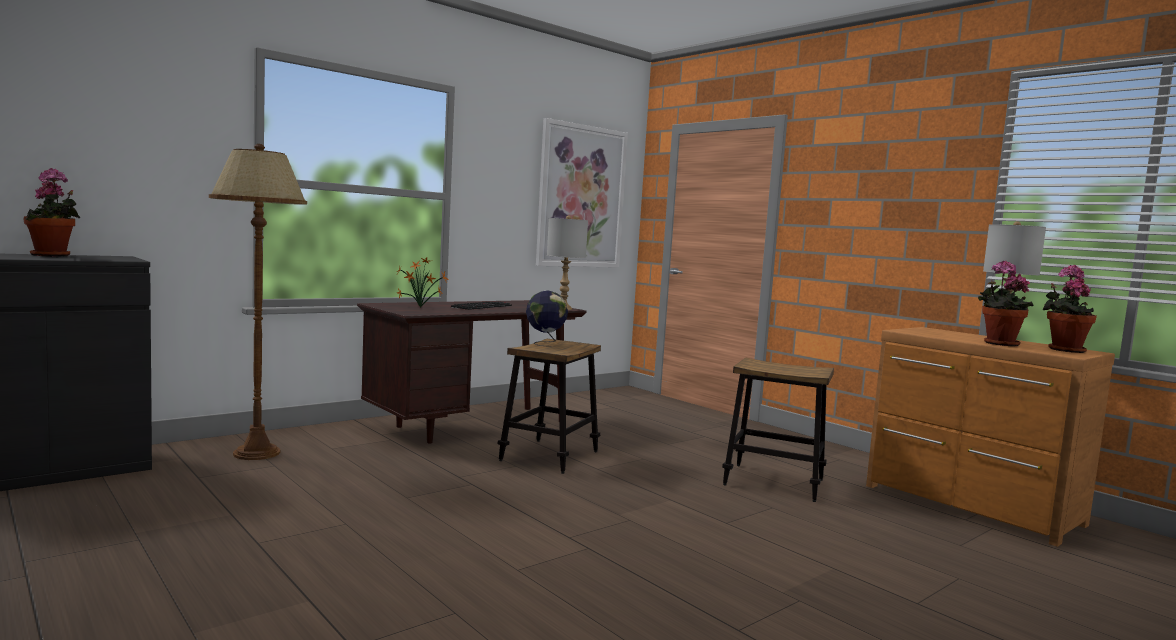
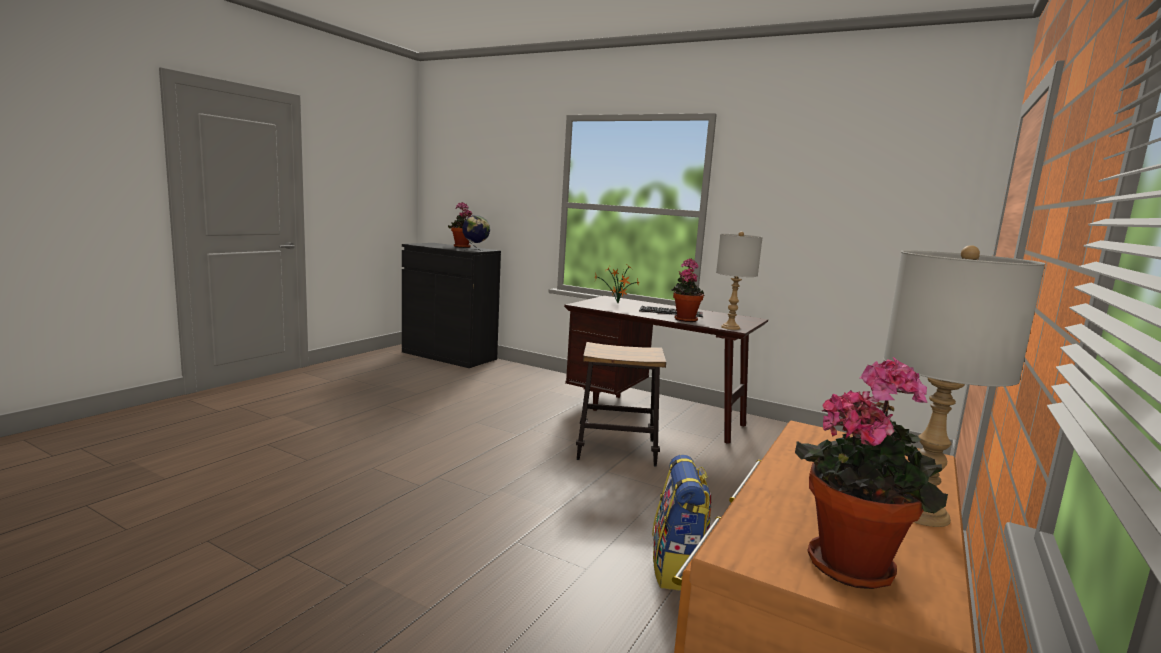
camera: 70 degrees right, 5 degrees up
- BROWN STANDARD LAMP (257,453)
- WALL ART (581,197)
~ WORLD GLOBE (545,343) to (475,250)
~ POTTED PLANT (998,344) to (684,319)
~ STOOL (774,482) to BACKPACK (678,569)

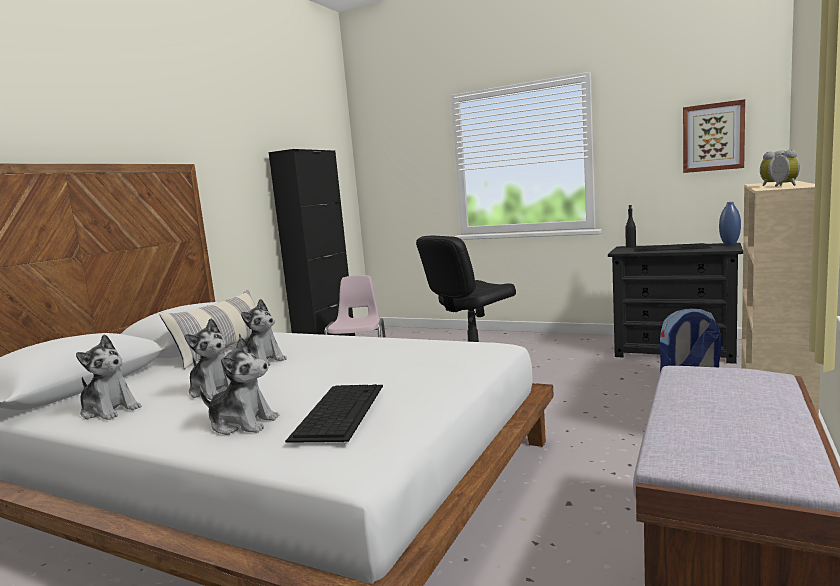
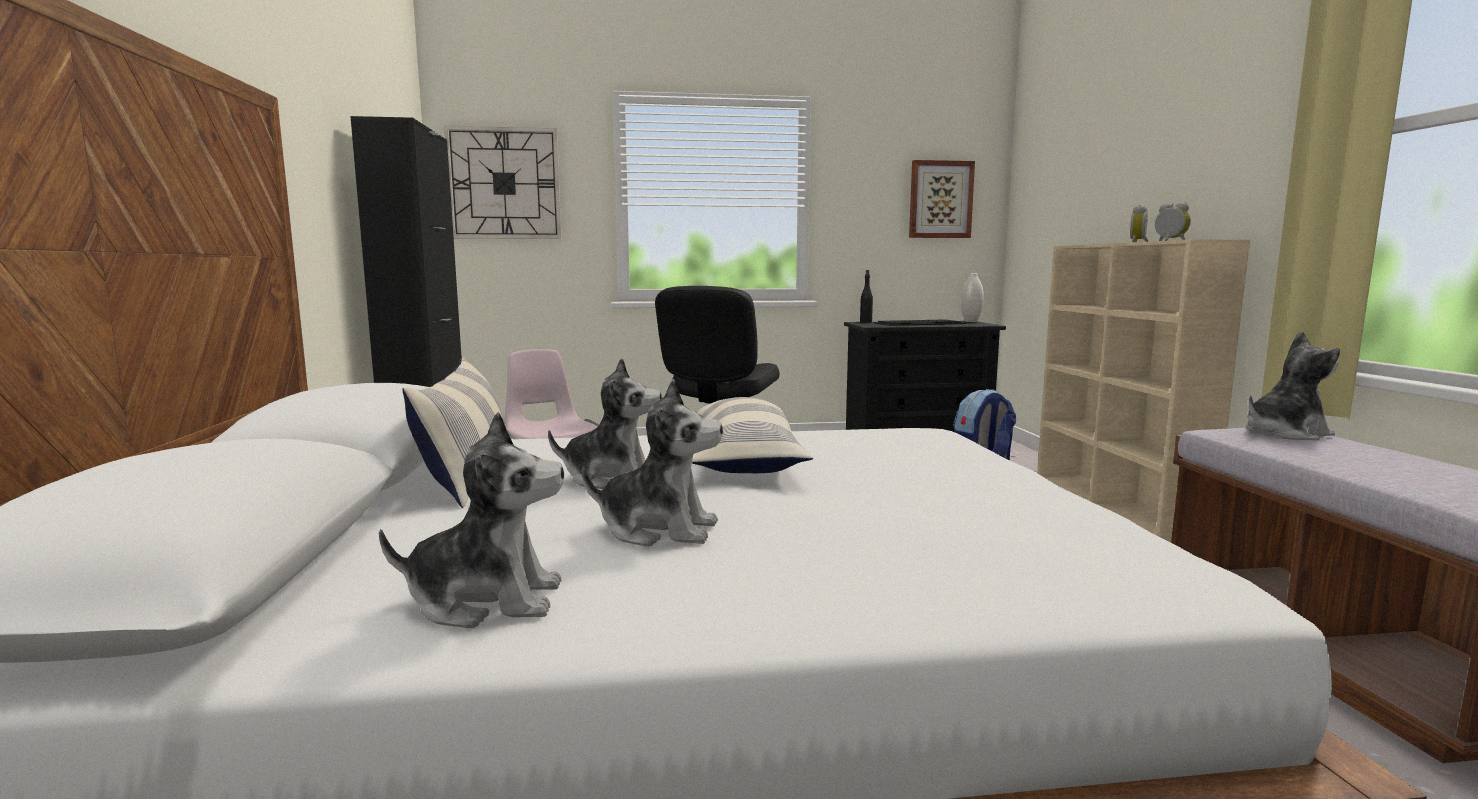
camera: 35 degrees left, 0 degrees up
- COMPUTER KEYBOARD (339,410)
+ WALL CLOCK (504,183)
+ THROW PILLOW (743,457)
~ PLUSH TOY (243,423) to (1285,433)
~ BLUE-COLOURED VASE (729,244) to WHITE-COLOURED VASE (970,321)

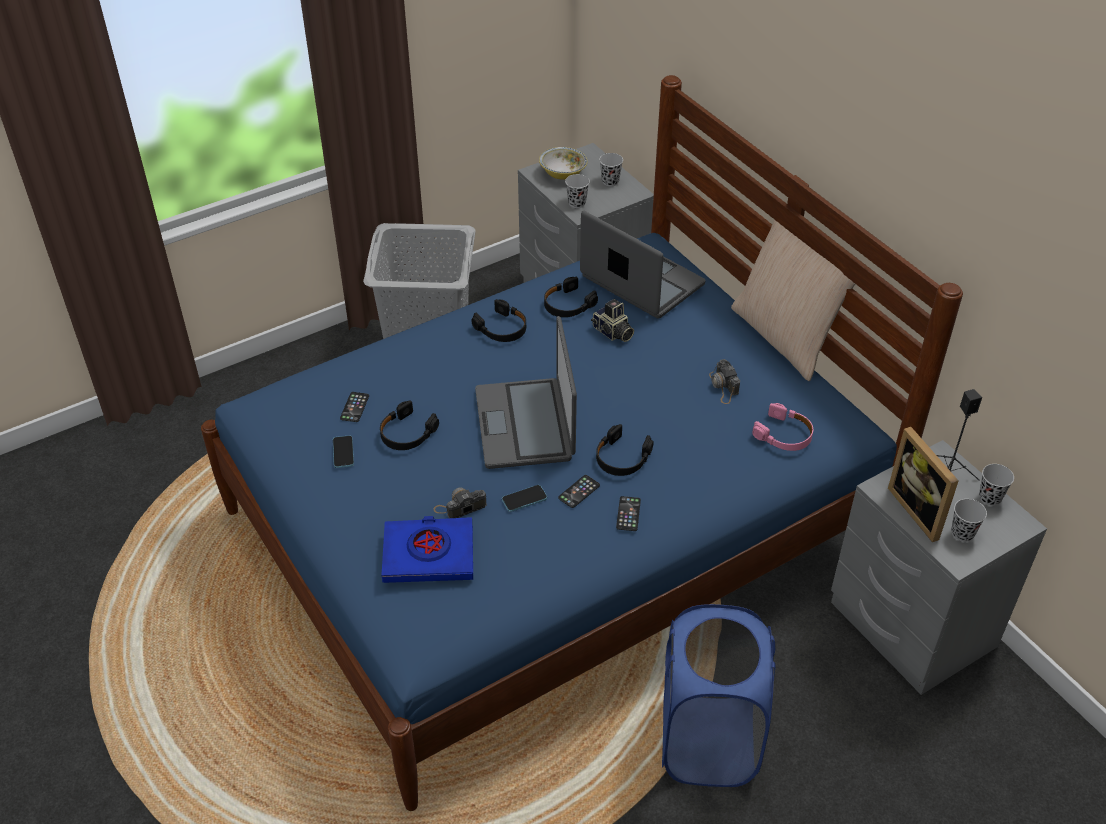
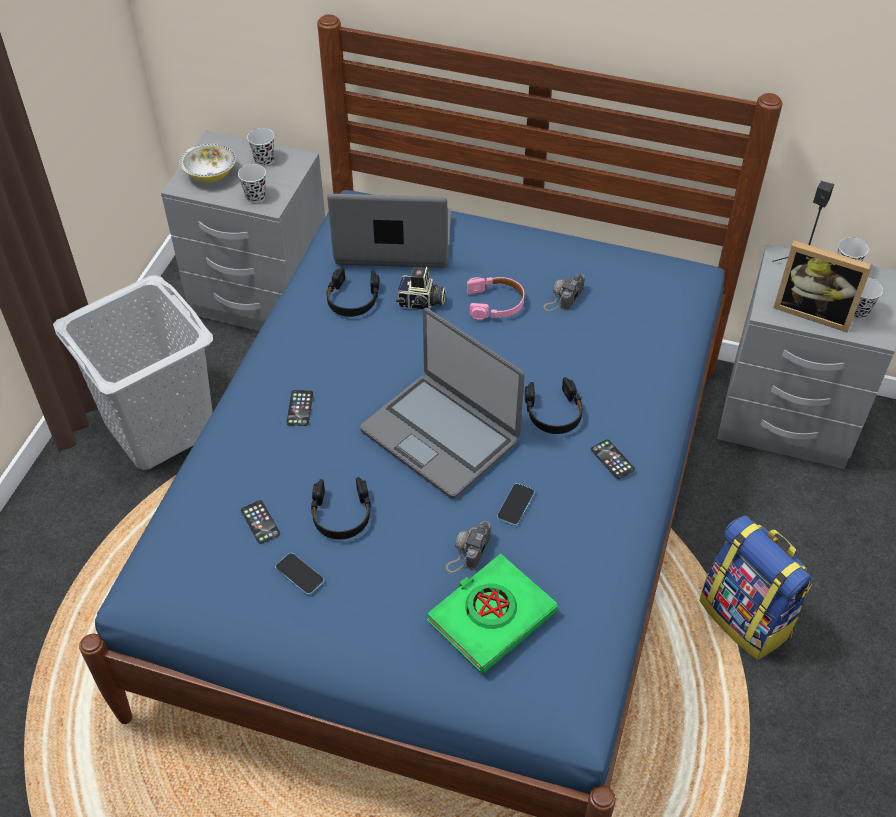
camera: 40 degrees left, 5 degrees up
- BLACK-COLOURED PAIR OF HEADPHONES (502,328)
- SAND-COLOURED THROW PILLOW (786,336)
~ TELEPHONE (579,491) to (300,408)
~ PINK-COLOURED PAIR OF HEADPHONES (784,435) to (495,303)
~ BLUE-COLOURED HAMPER (708,742) to BACKPACK (746,618)
~ BLUE-COLOURED VOLUME (429,555) to GREENISH VOLUME (491,616)
~ STILL CAMERA (723,386) = (563,297) 90 degrees clockwise

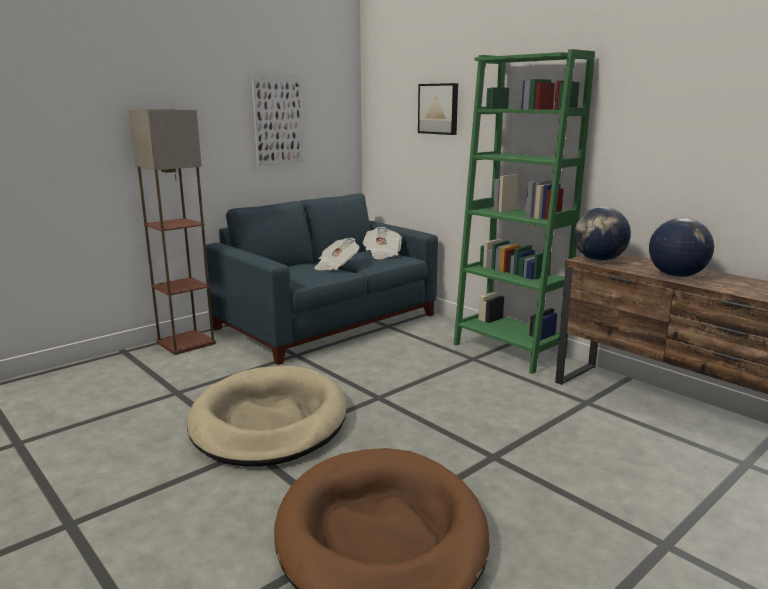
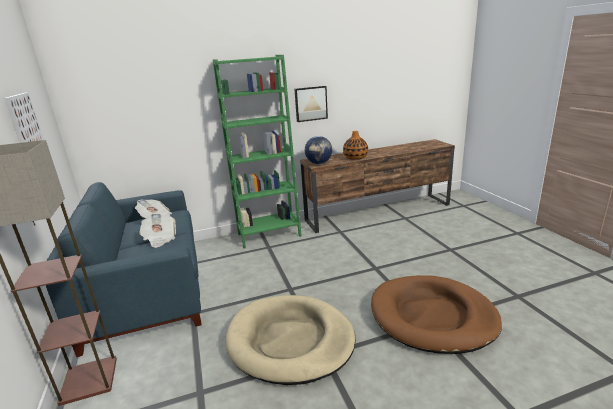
camera: 65 degrees left, 5 degrees up
~ WALL ART (439,109) to (310,103)
~ WORLD GLOBE (676,275) to VASE (355,157)

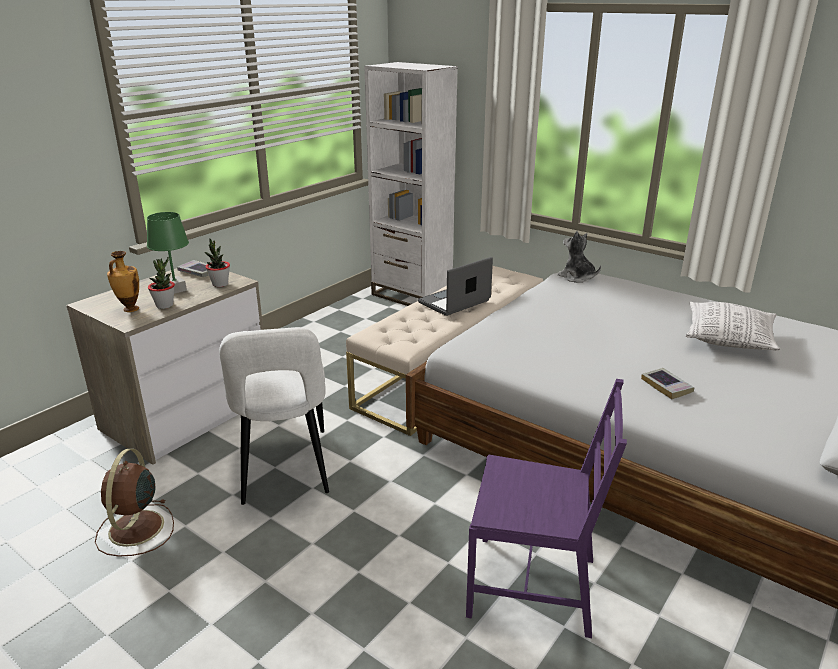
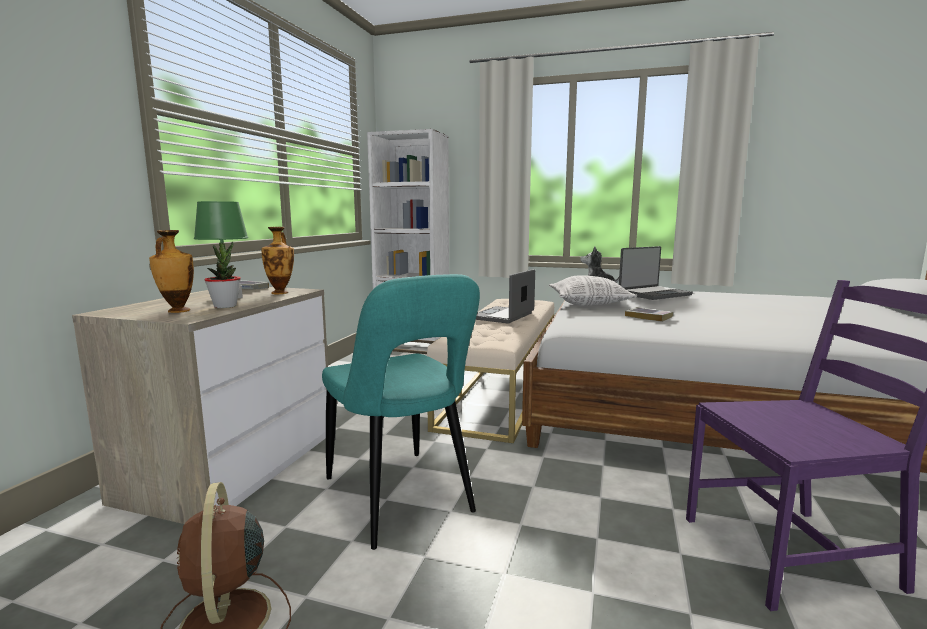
camera: 20 degrees left, 15 degrees down
+ NOTEBOOK COMPUTER (653,294)
~ VOLUME (666,386) to (648,317)
~ THROW PILLOW (728,339) to (589,304)
~ POTTED PLANT (220,284) to VASE (280,292)
~ WHITE-COLOURED CHAIR (284,469) to TURQUOISE-COLOURED CHAIR (401,499)

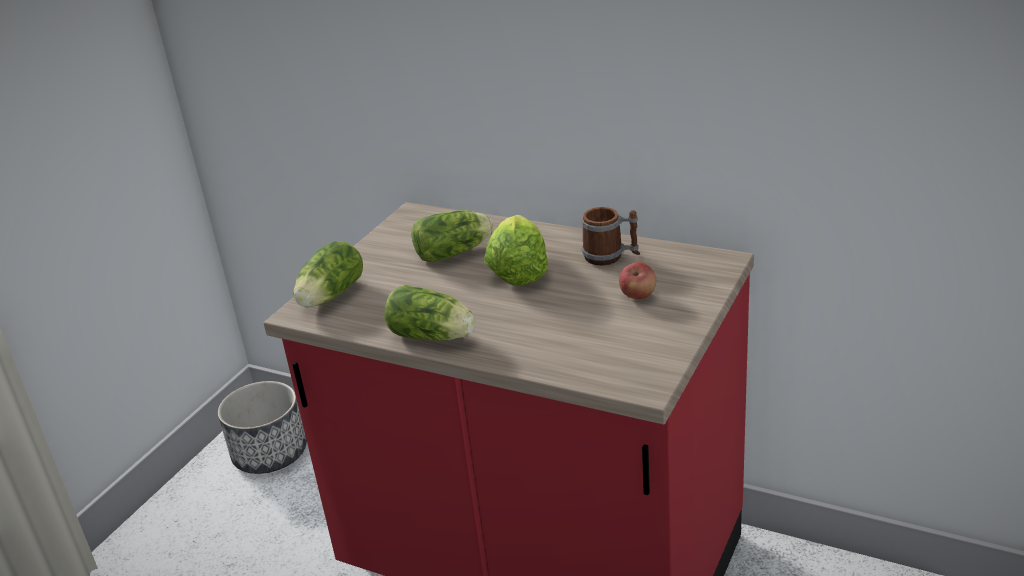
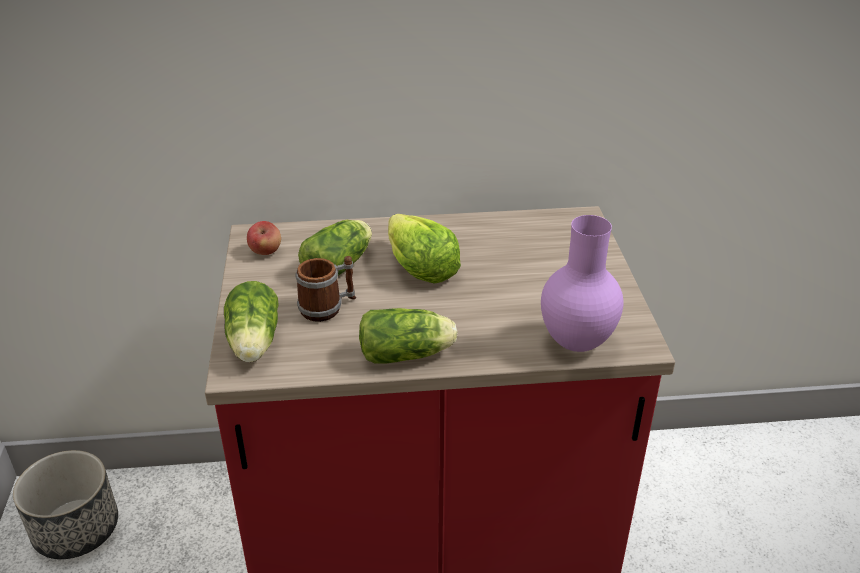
camera: 35 degrees left, 5 degrees up
+ PURPLE-COLOURED VASE (575,342)
~ TEA MUG (611,256) to (328,307)
~ APPLE FRUIT (638,296) to (265,252)

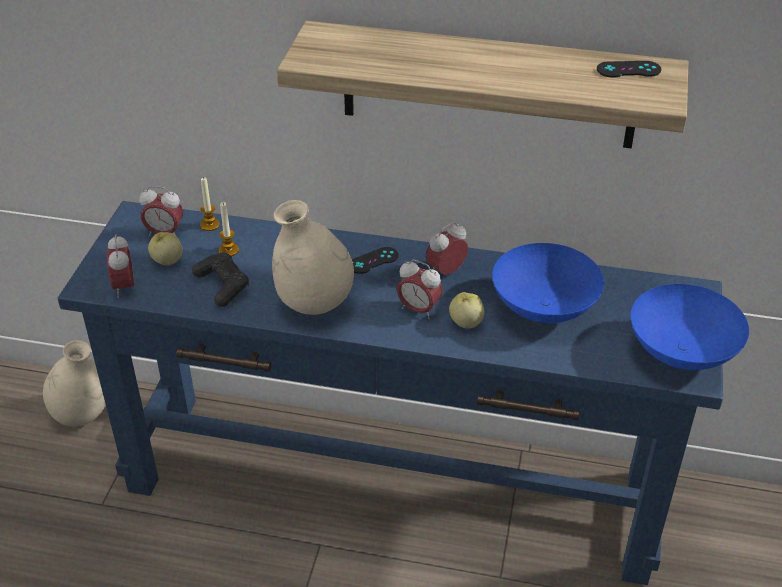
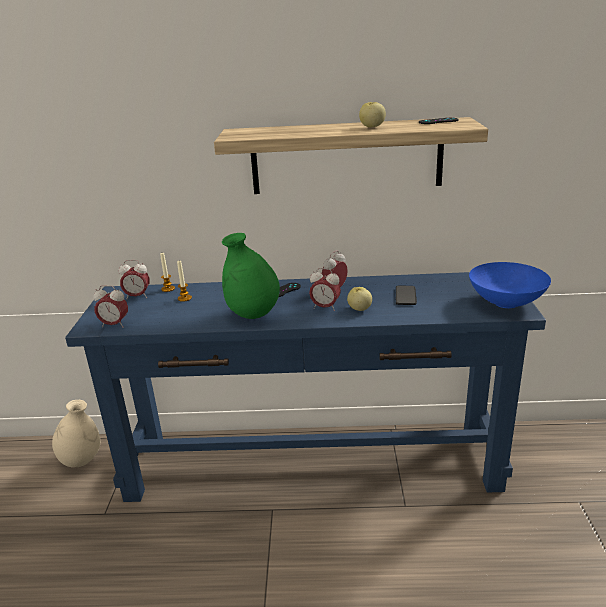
camera: 10 degrees left, 15 degrees down
- BLACK-COLOURED GAMEPAD (222,285)
~ APPLE FRUIT (167,261) to (372,127)
~ BLUE-COLOURED DEEP DISH (542,308) to TELEPHONE (405,296)
~ SAND-COLOURED VASE (314,305) to GREENISH VASE (253,315)
~ ALARM CLOCK (124,287) = (114,325) 60 degrees counterclockwise

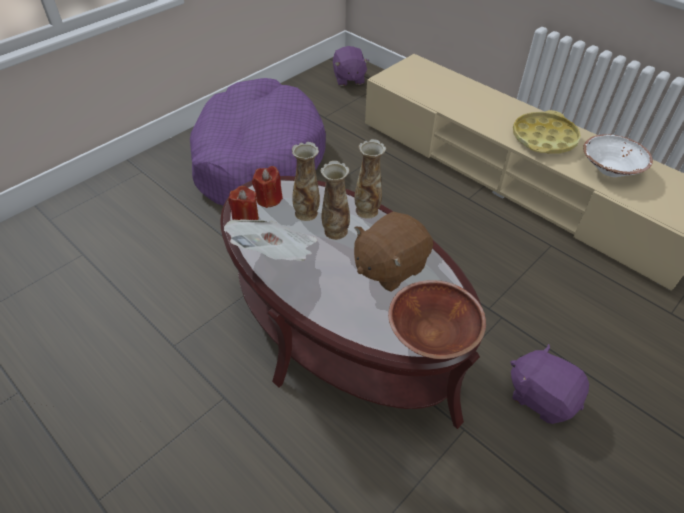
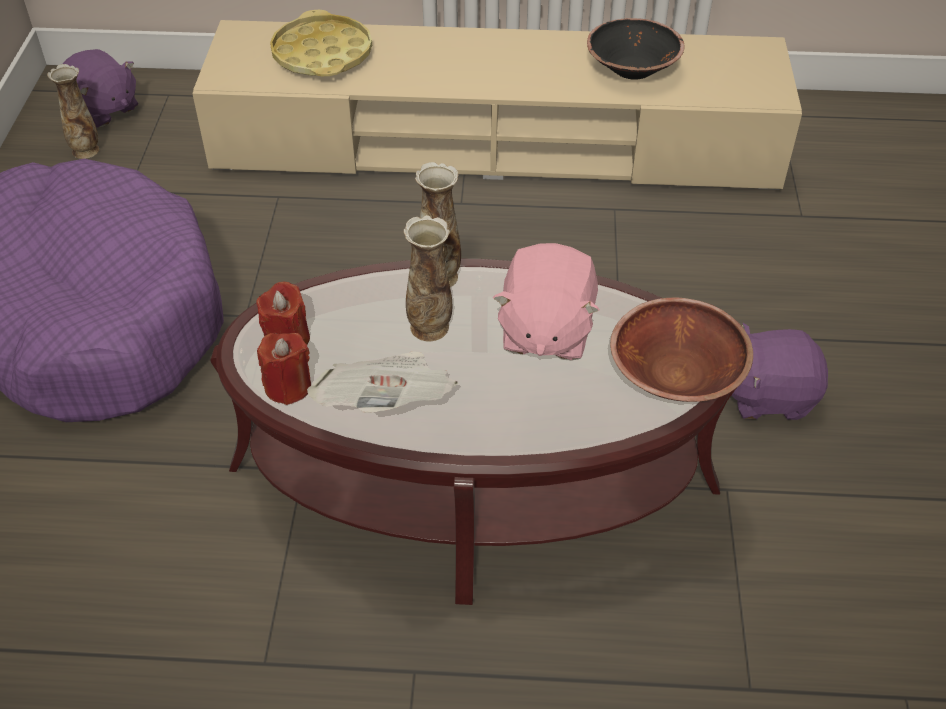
camera: 40 degrees left, 0 degrees up
~ VASE (307,213) to (86,150)
~ YELLOW TRAY (543,138) to (322,54)
~ BROWN PLUSH TOY (389,267) to PINK-COLOURED PLUSH TOY (545,330)
~ WHITE-COLOURED DEEP DISH (610,169) to BLACK-COLOURED DEEP DISH (632,69)

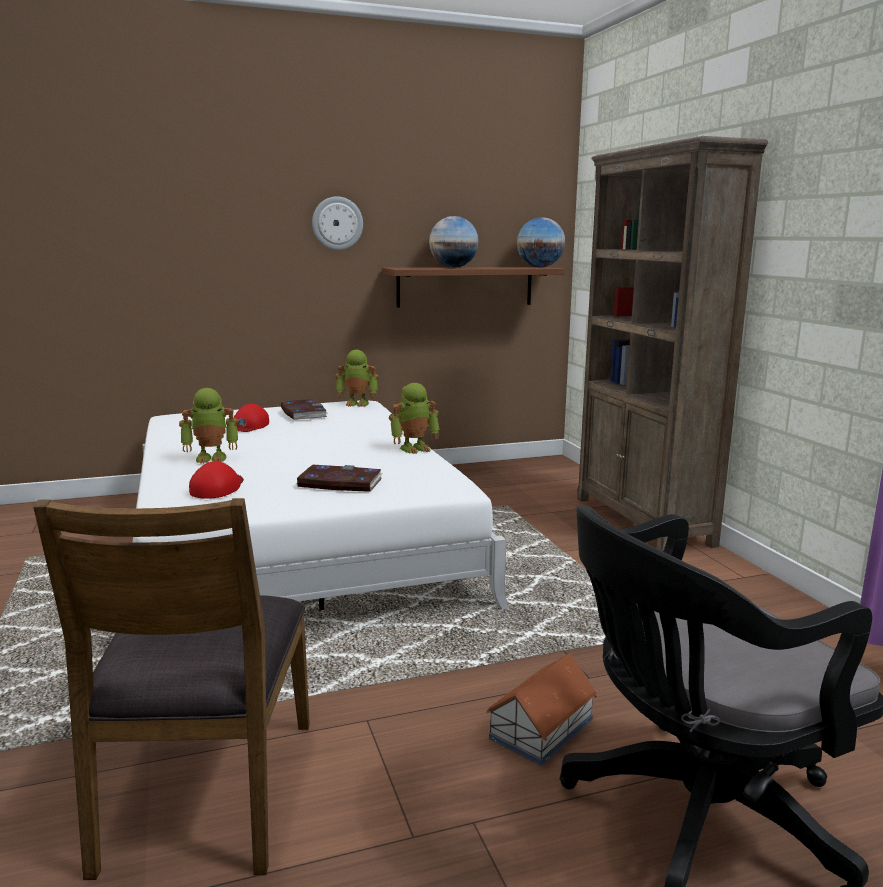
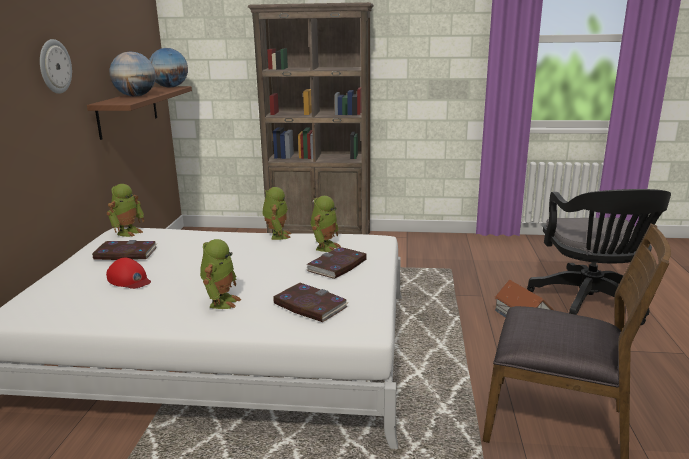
camera: 65 degrees left, 5 degrees up
+ TOY ROBOT (325,247)
~ RED PEAKED CAP (218,488) to VOLUME (309,305)

